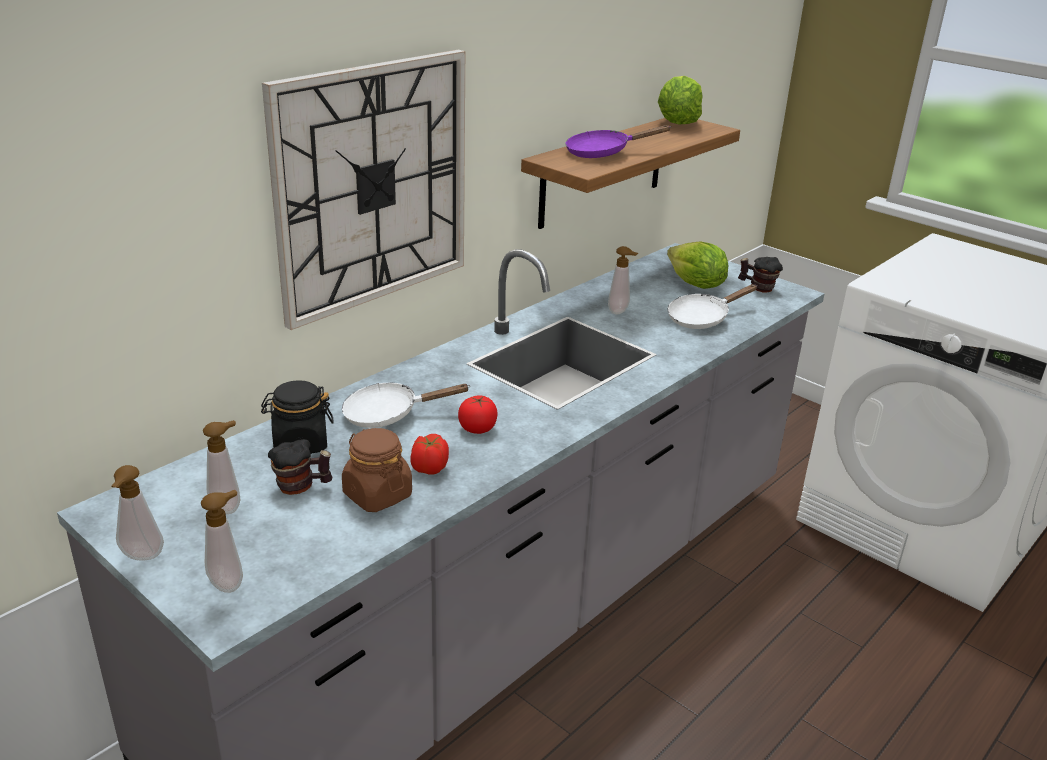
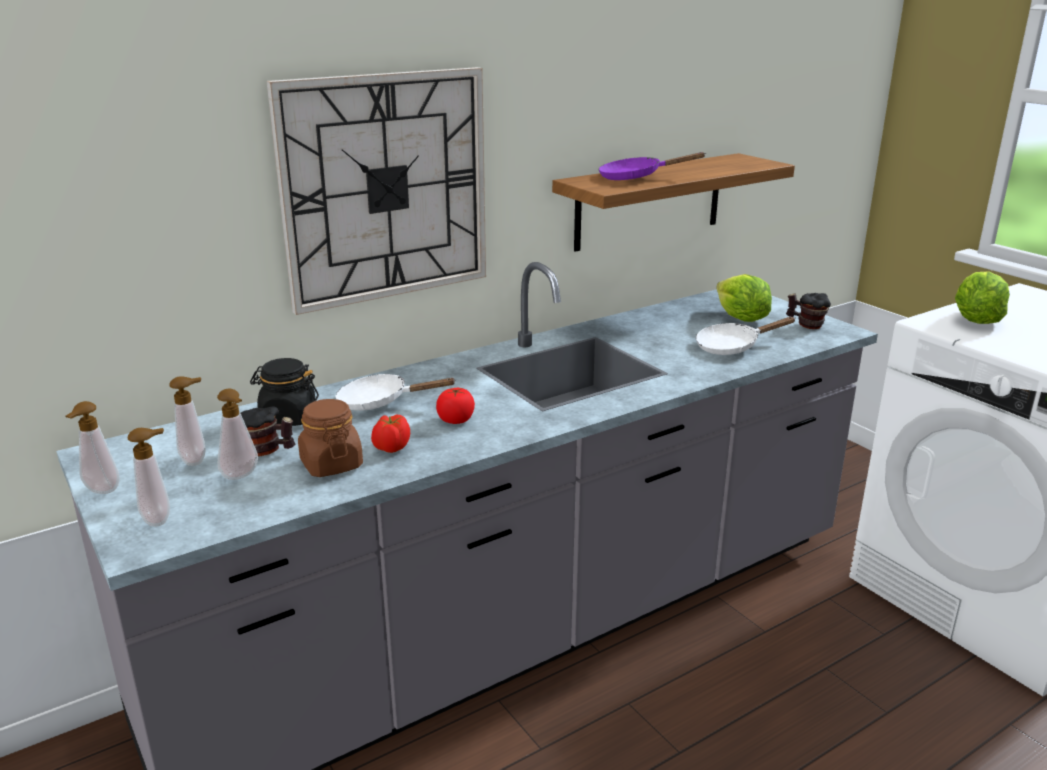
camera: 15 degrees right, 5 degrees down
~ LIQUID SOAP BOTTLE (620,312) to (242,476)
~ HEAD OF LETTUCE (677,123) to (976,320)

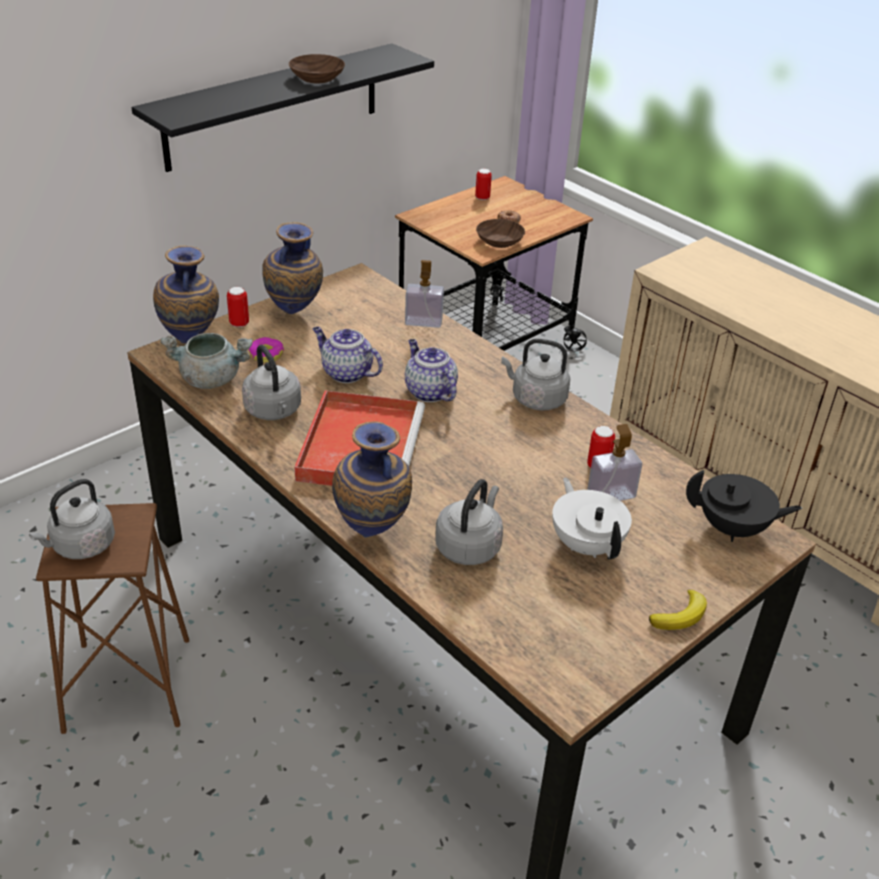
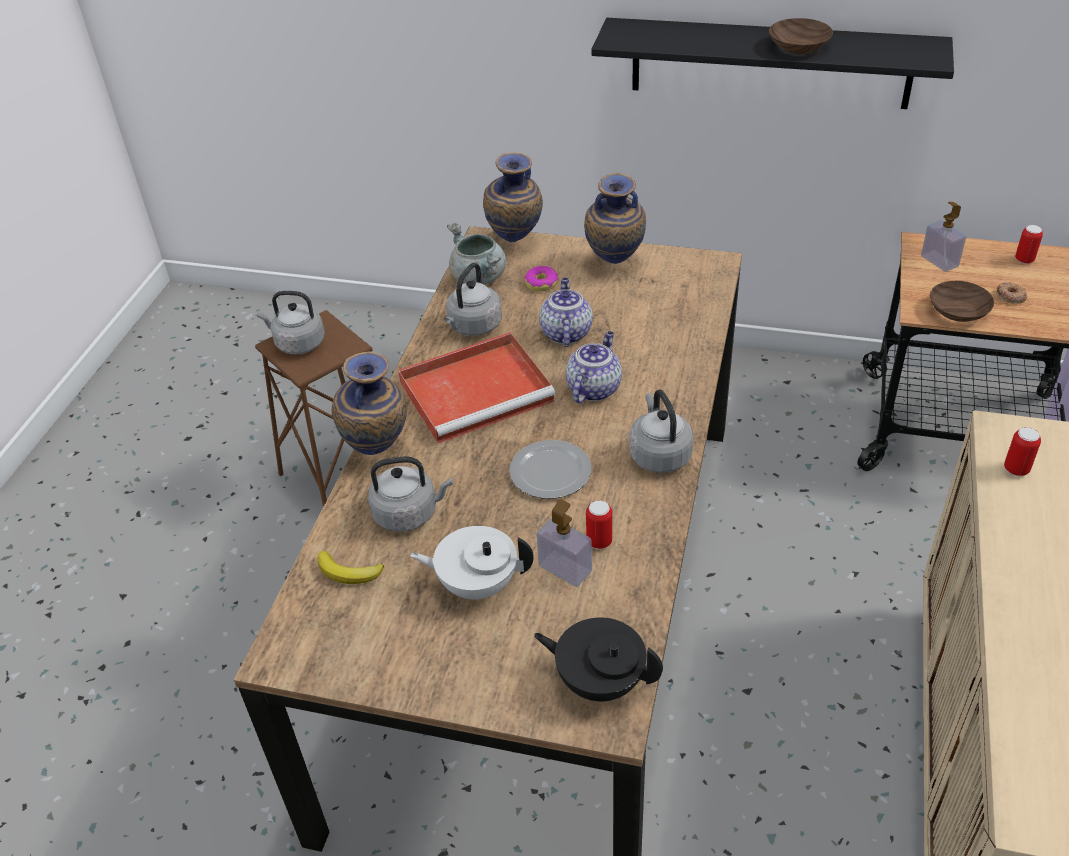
camera: 60 degrees right, 5 degrees up
+ PLATE (549,472)
~ SEALED CAN (239,323) to (1016,469)
~ LIQUID SOAP BOTTLE (423,322) to (939,261)
~ BANANA (680,615) to (349,572)
~ WHITE-COLOURED TEAPOT (586,544) = (477,584) 120 degrees counterclockwise
~ BLACK-COLOURED TEAPOT (733,529) = (599,680) 135 degrees clockwise

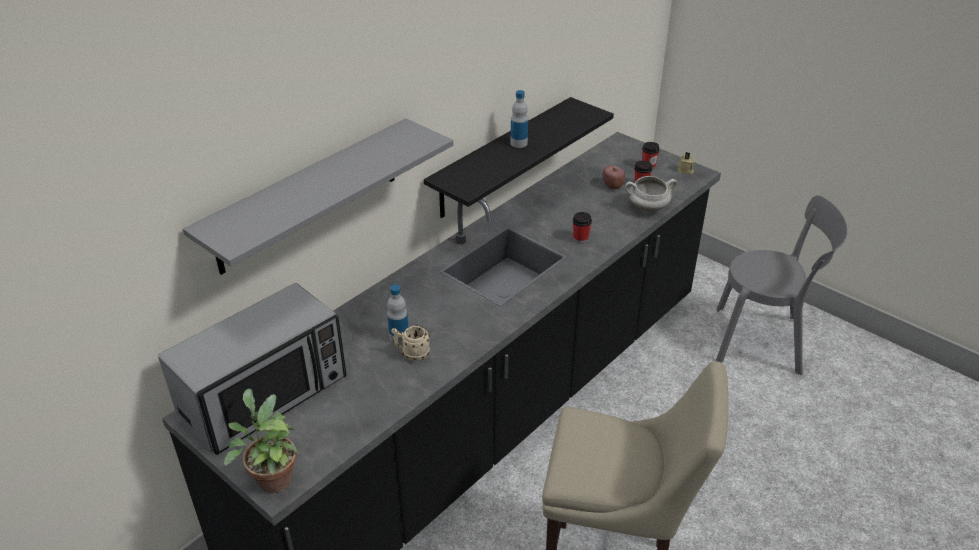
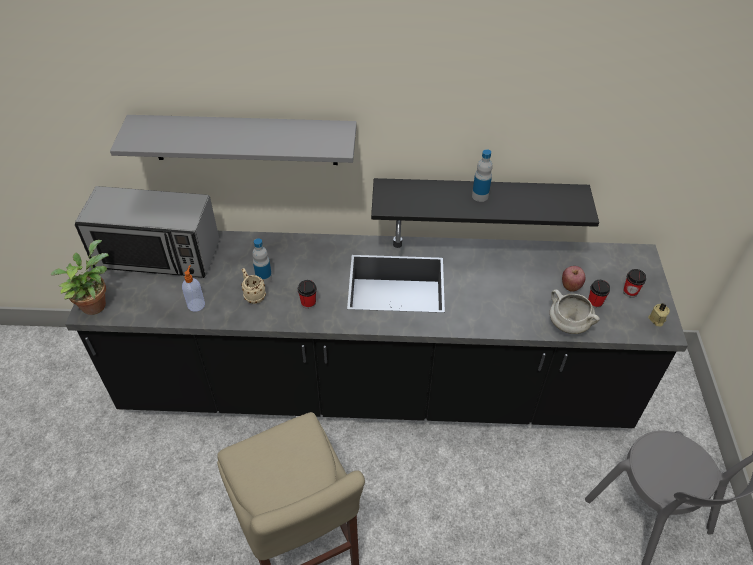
camera: 50 degrees right, 10 degrees up
+ LIQUID SOAP BOTTLE (196,304)
~ SMALL CUP (580,238) to (308,303)

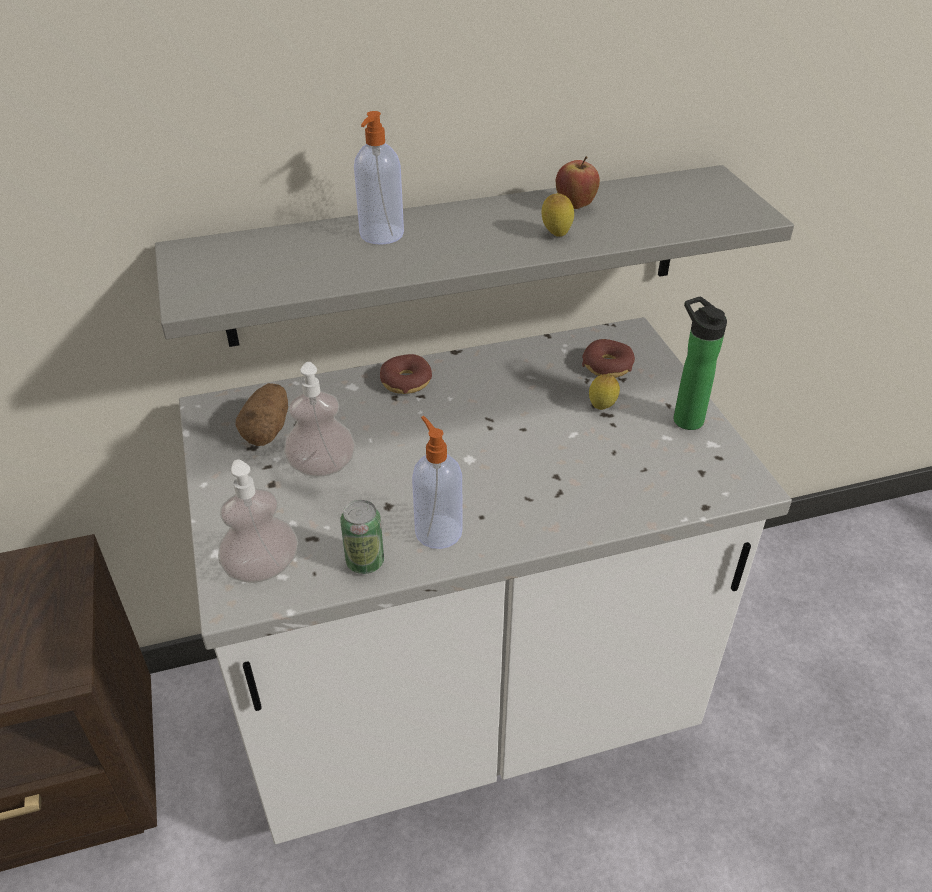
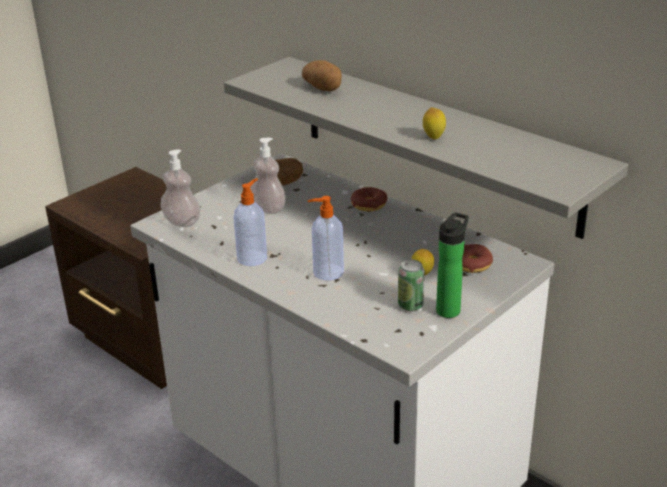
camera: 60 degrees right, 10 degrees down
- APPLE FRUIT (575,206)
+ SPUD (324,88)
~ SEALED CAN (365,562) to (410,305)
~ LIQUID SOAP BOTTLE (381,235) to (327,272)

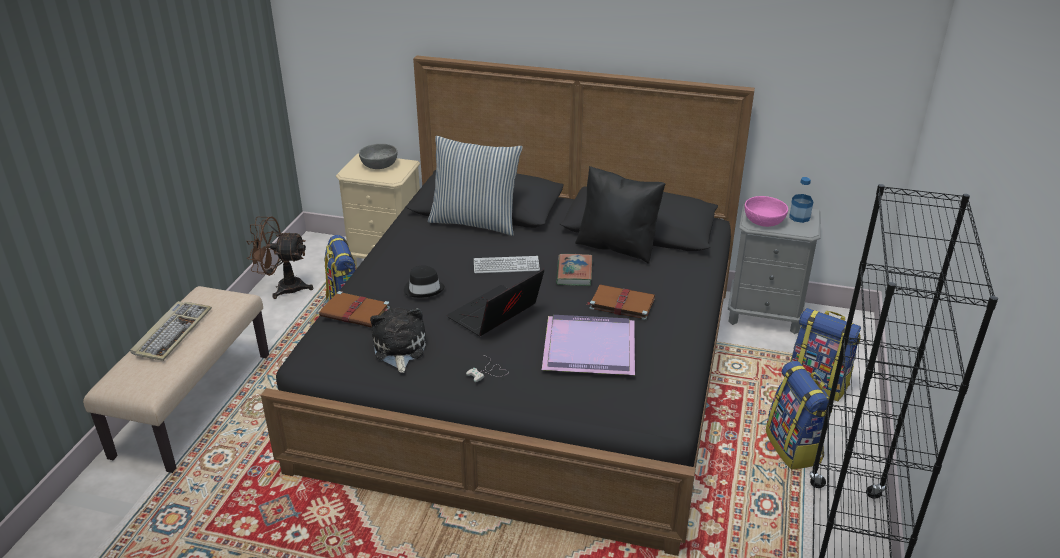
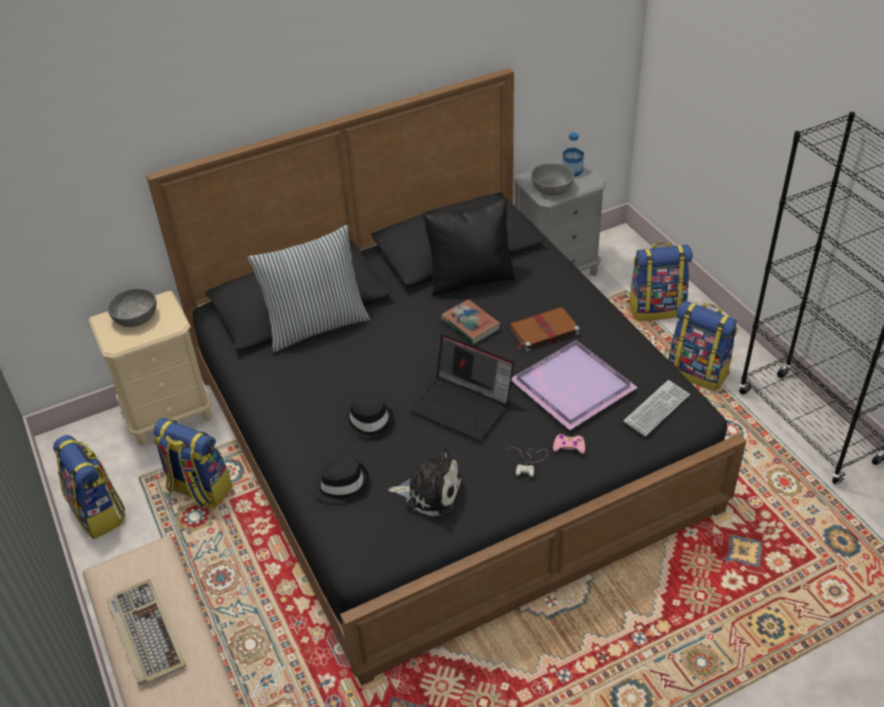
camera: 40 degrees left, 10 degrees up
+ PINK-COLOURED GAMEPAD (569,446)
~ COMPUTER KEYBOARD (506,266) to (656,409)
~ BROWN COOLING FAN (283,287) to BACKPACK (99,512)
~ BROWN VOLUME (356,312) to BLACK-COLOURED CLOTHING HAT (342,484)
~ PINK-COLOURED DEEP DISH (764,220) to GRAY DEEP DISH (552,188)
~ PLUSH TOY (399,349) = (430,492) 150 degrees clockwise
~ NOTEBOOK COMPUTER (495,315) = (463,406) 60 degrees counterclockwise

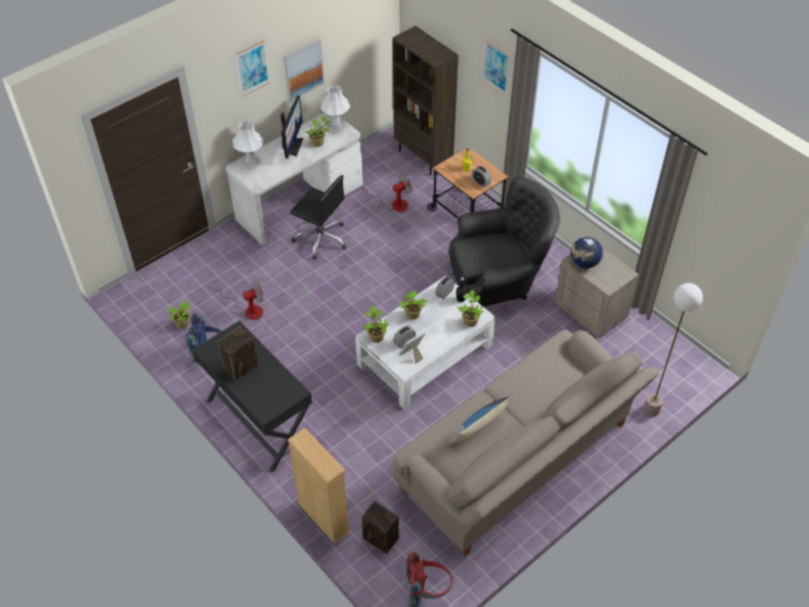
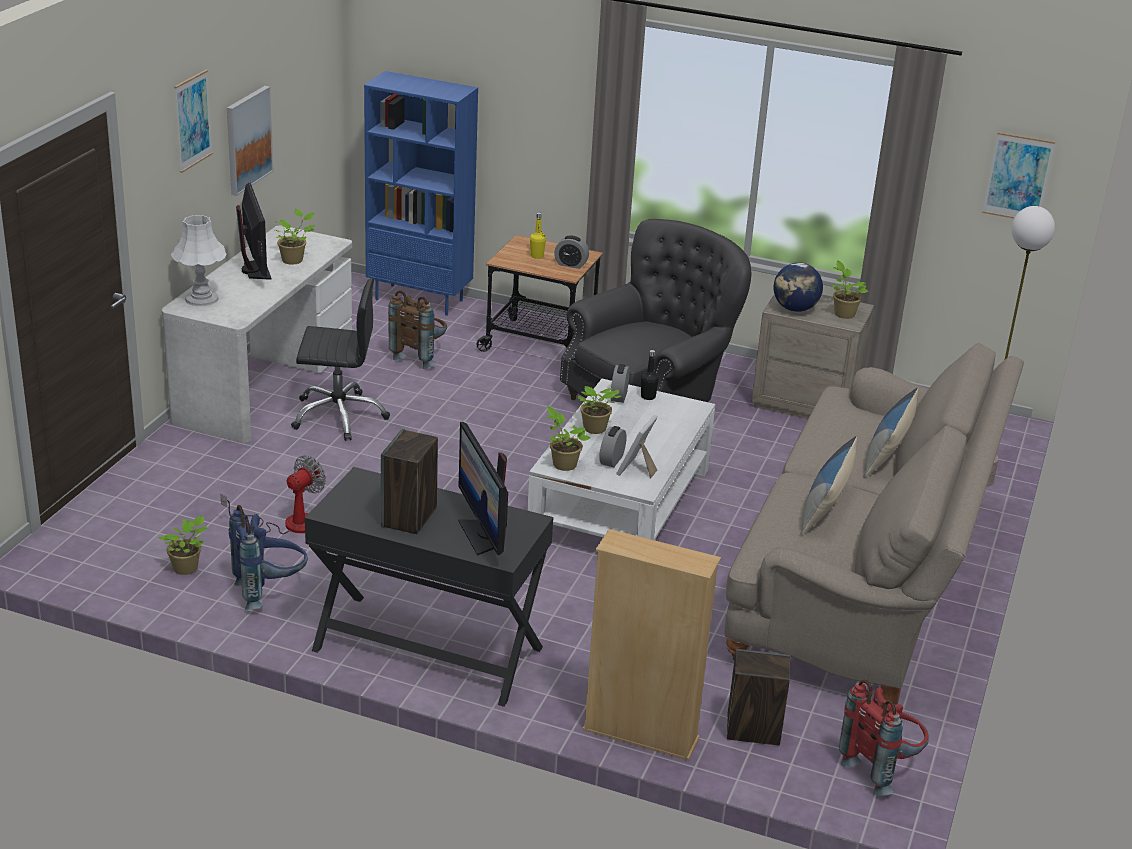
camera: 30 degrees left, 20 degrees down
- WHITE-COLOURED LAMP FOR A TABLE (336,127)
+ COMPUTER DISPLAY (483,535)
+ THROW PILLOW (887,454)
~ POTTED PLANT (470,321) to (843,313)
~ WALL ART (496,67) to (1018,177)
~ COOLING FAN (393,204) to BROWN BACKPACK (420,356)
~ BROWN BOOKCASE (423,157) to BLUE-COLOURED BOOKCASE (420,299)

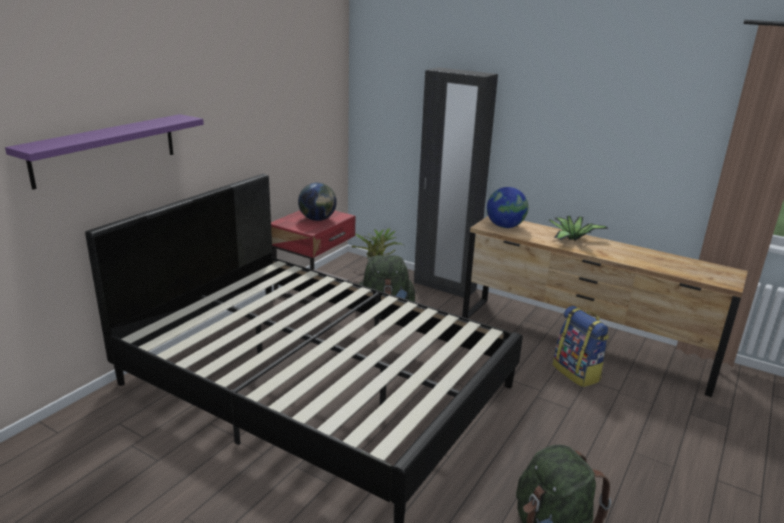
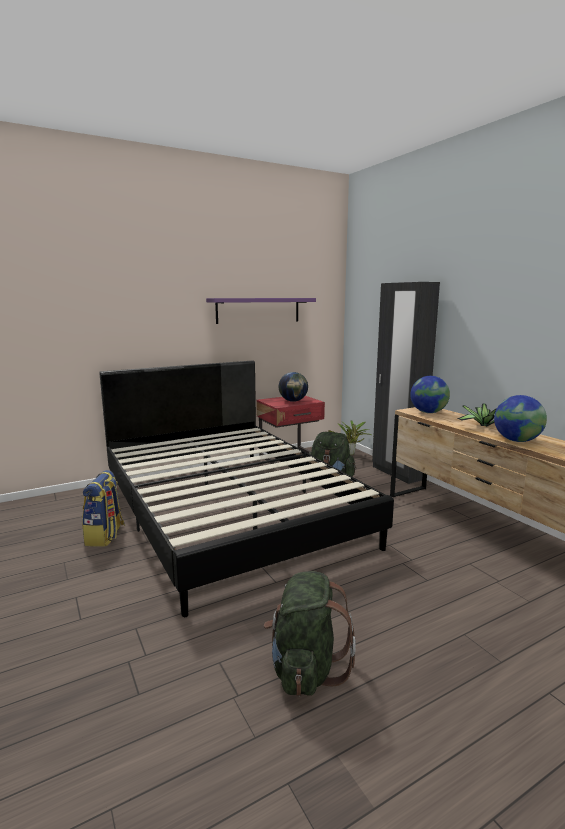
camera: 30 degrees right, 10 degrees down
+ WORLD GLOBE (517,440)
~ PURPLE-COLOURED SHELF (106,149) to (258,310)
~ BACKPACK (577,373) to (105,536)

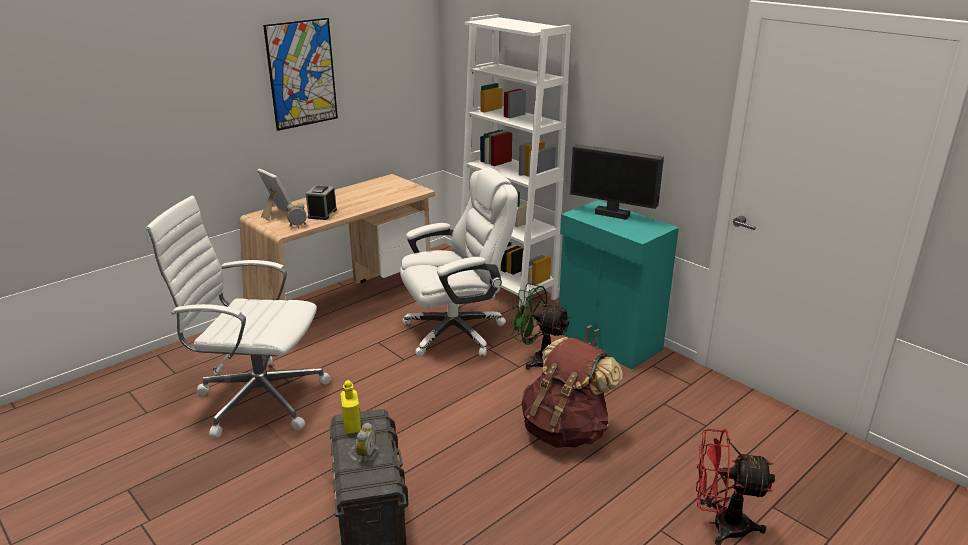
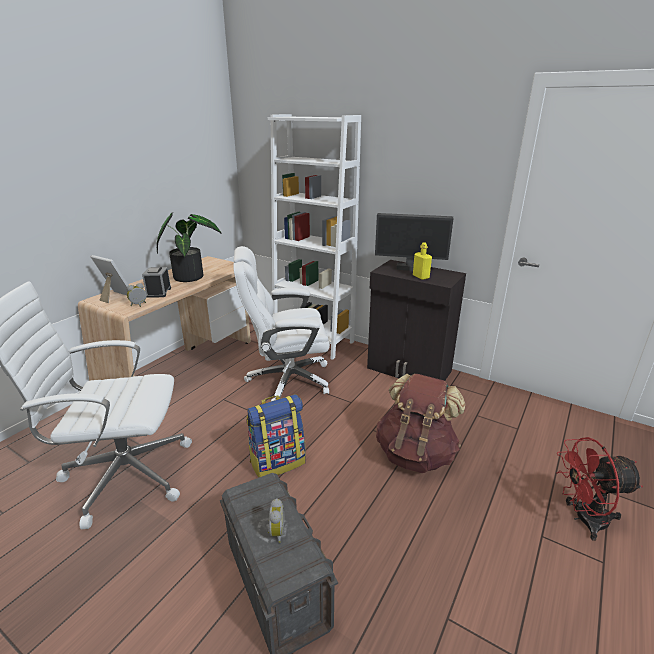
camera: 15 degrees left, 0 degrees up
- WALL ART (302,74)
- GREENISH COOLING FAN (538,360)
+ POTTED PLANT (191,276)
+ BACKPACK (278,462)
~ YELLOW DRINK BOTTLE (352,426) to (421,277)
~ TURQUOISE-COLOURED STORAGE CABINET (608,341) to BLACK-COLOURED STORAGE CABINET (409,370)
~ WHITE-COLOURED OFFICE CHAIR (456,331) = (287,380) 150 degrees counterclockwise

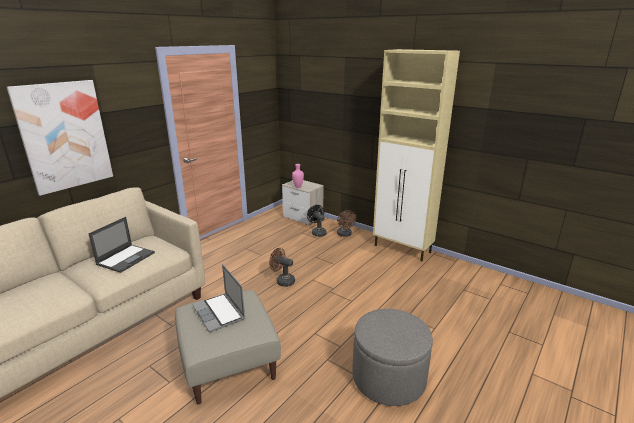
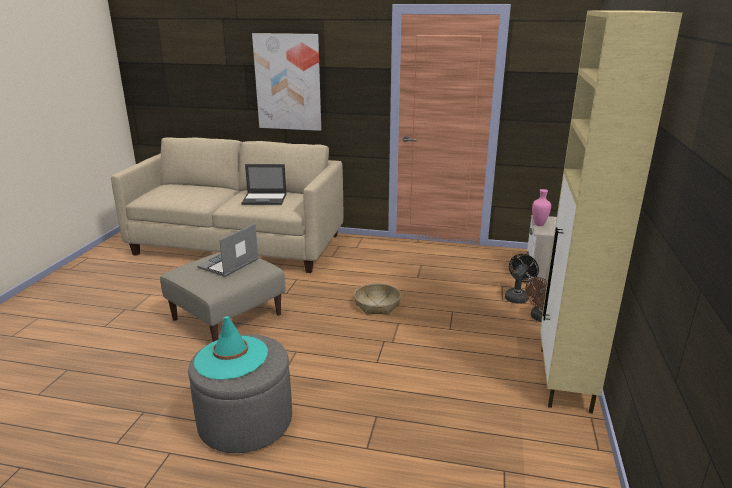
camera: 65 degrees right, 0 degrees up
+ TURQUOISE-COLOURED CLOTHING HAT (231,358)
~ BROWN COOLING FAN (282,281) to HOUSEHOLD BASKET (377,305)

